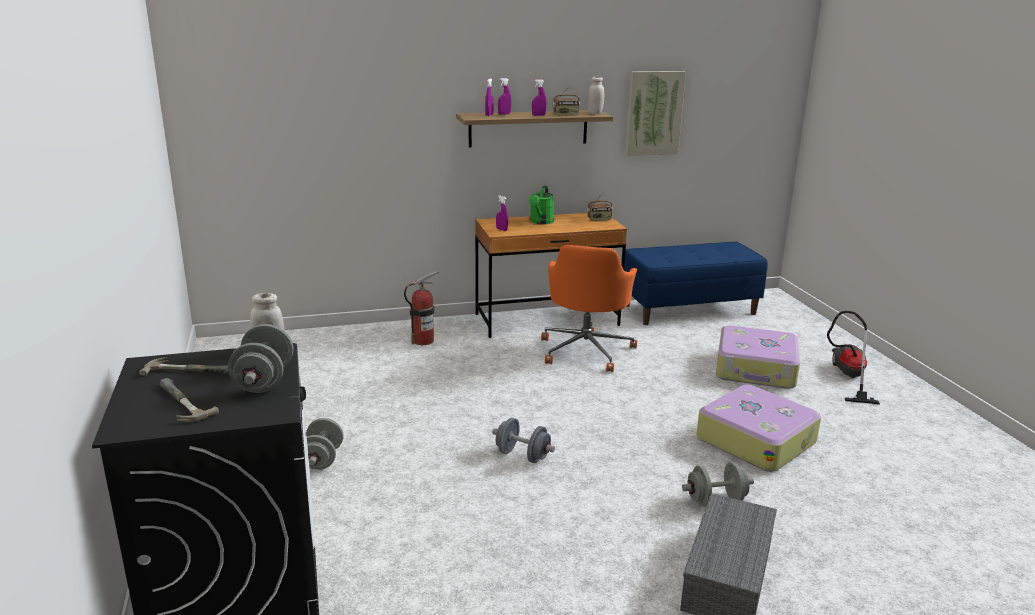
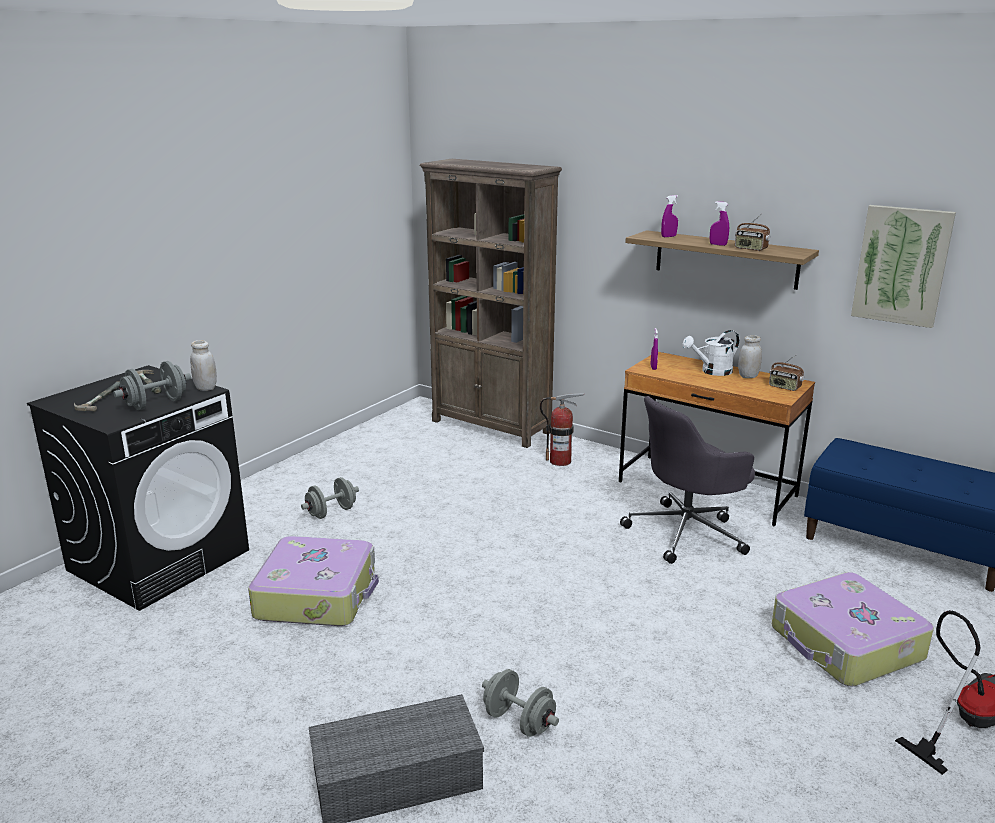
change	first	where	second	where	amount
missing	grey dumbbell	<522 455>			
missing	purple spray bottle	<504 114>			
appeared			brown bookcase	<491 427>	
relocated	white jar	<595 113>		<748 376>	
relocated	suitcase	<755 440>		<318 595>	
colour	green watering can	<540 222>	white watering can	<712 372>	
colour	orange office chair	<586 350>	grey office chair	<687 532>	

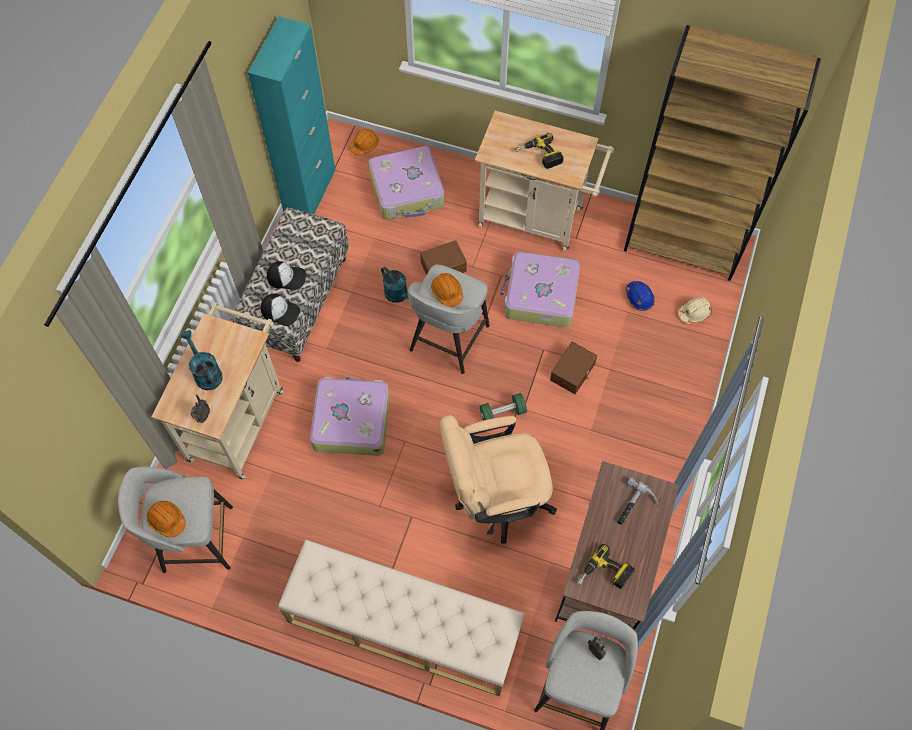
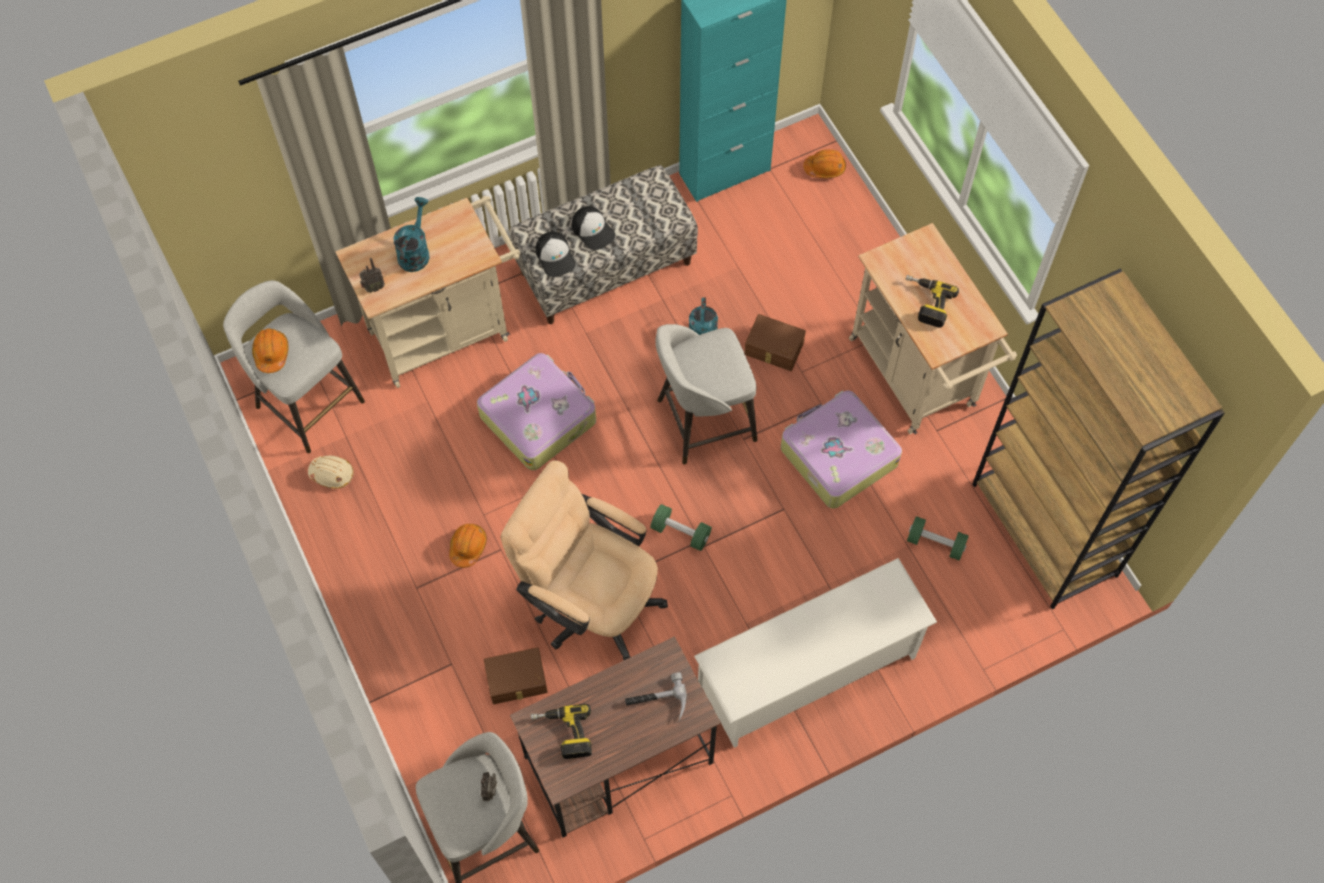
change	first	where	second	where	amount
missing	beige bench	<403 625>			
missing	suitcase	<407 190>			
appeared			white shoe rack	<808 672>	
relocated	orange hard hat	<447 292>		<468 546>	
relocated	brown storage box	<573 372>		<517 681>	
relocated	beige hard hat	<694 312>		<332 474>	
exchanged	blue hard hat	<639 298>	green dumbbell	<935 543>	

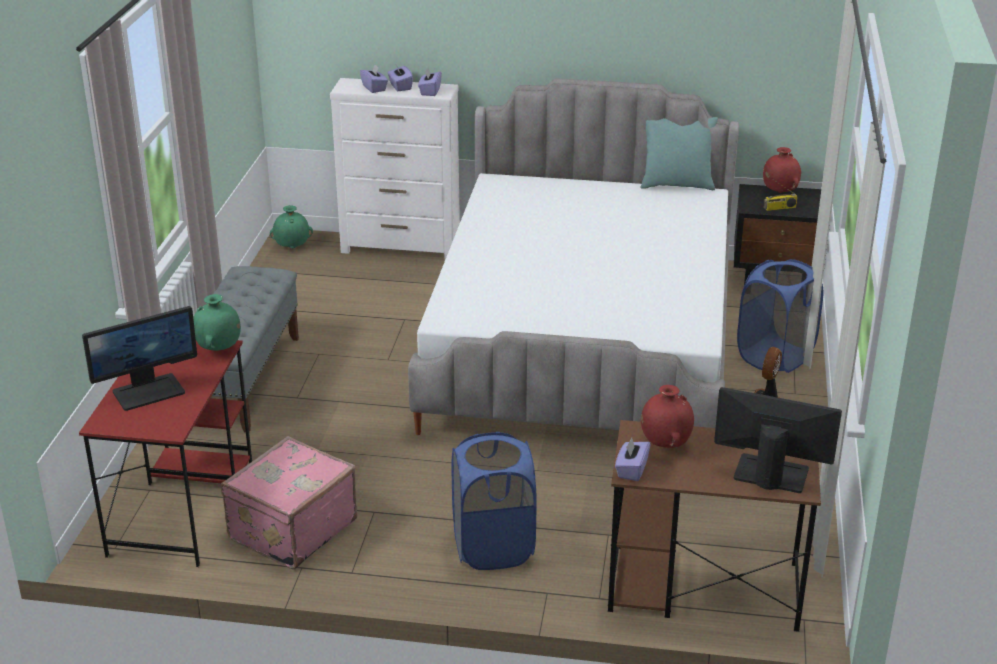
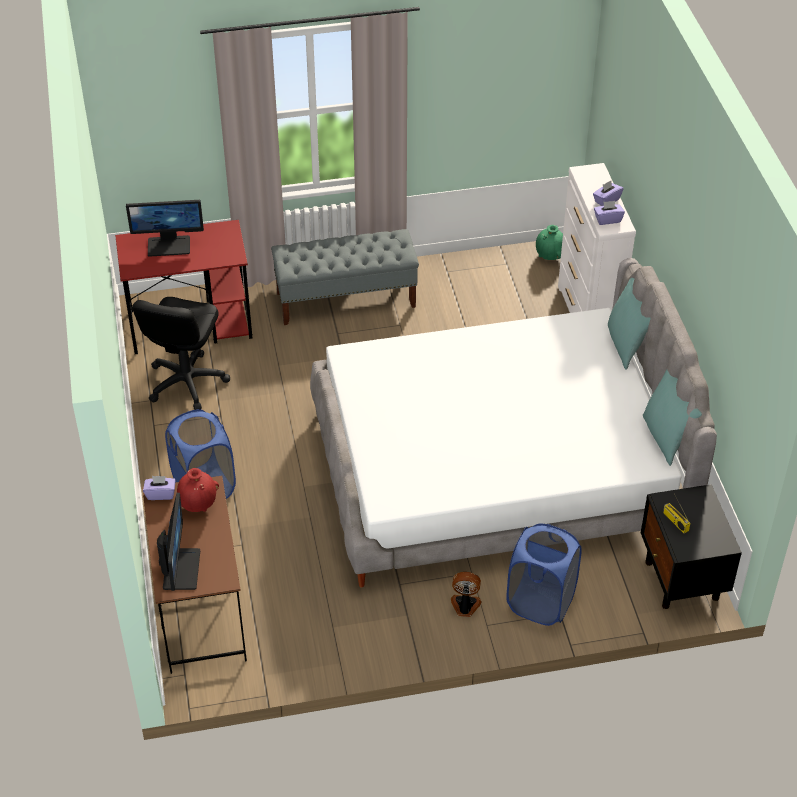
change	first	where	second	where	amount
missing	green vase	<219 349>			
missing	purple tissue box	<374 88>			
missing	red vase	<779 192>			
appeared			turquoise pillow	<626 345>	
exchanged	pink suitcase	<291 529>	black office chair	<186 382>	
spun	monitor	<148 391>		<169 245>	45 degrees counterclockwise

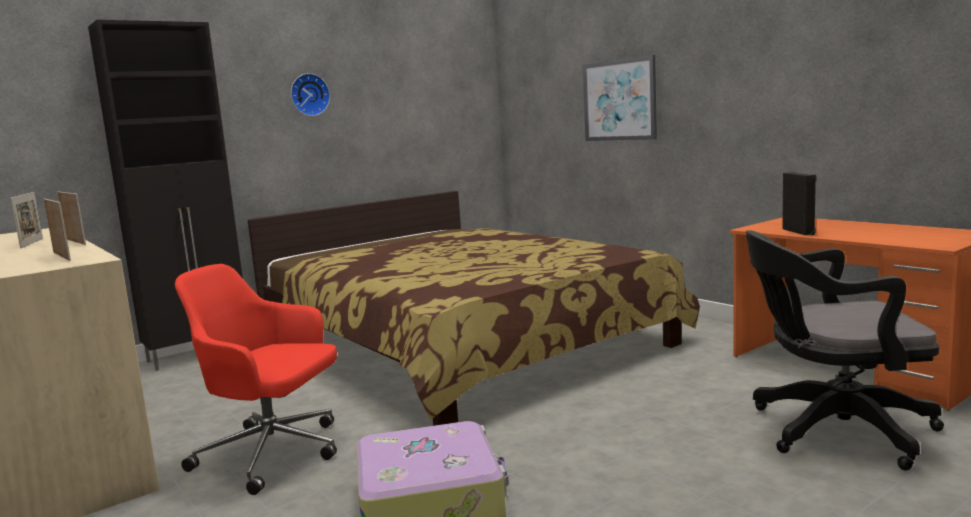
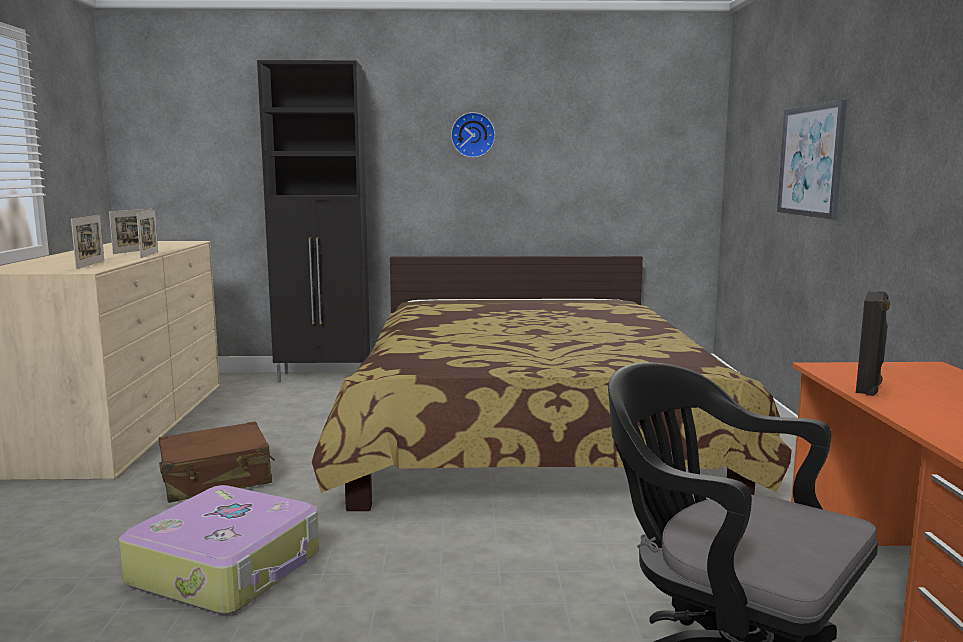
change	first	where	second	where	amount
exchanged	red office chair	<273 454>	brown suitcase	<216 479>	

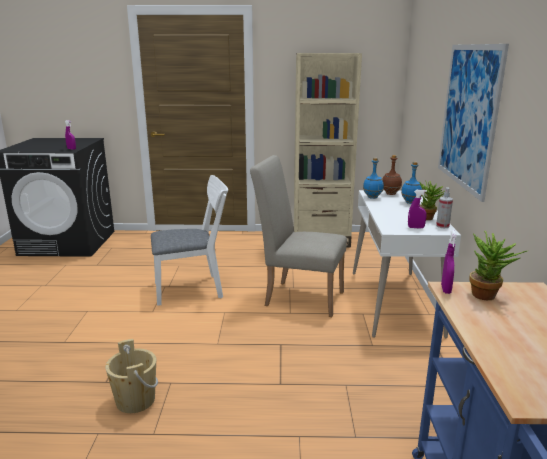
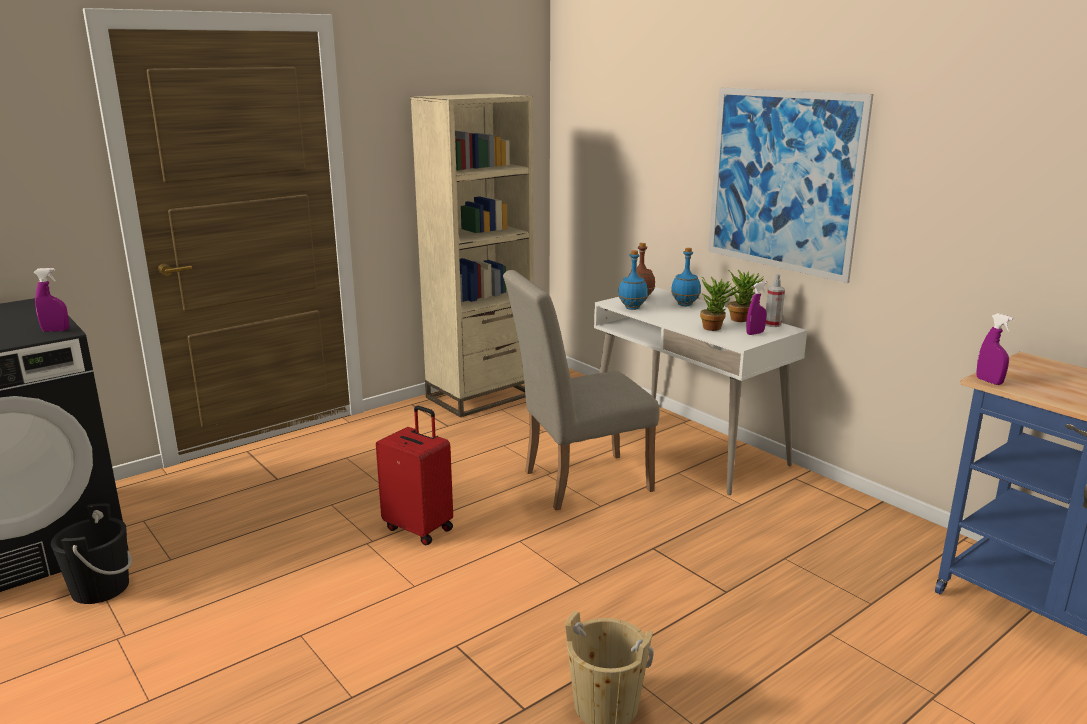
change	first	where	second	where	amount
appeared			black bucket	<100 588>	
relocated	potted plant	<488 296>		<715 328>	
exchanged	white chair	<194 289>	red suitcase	<420 528>	

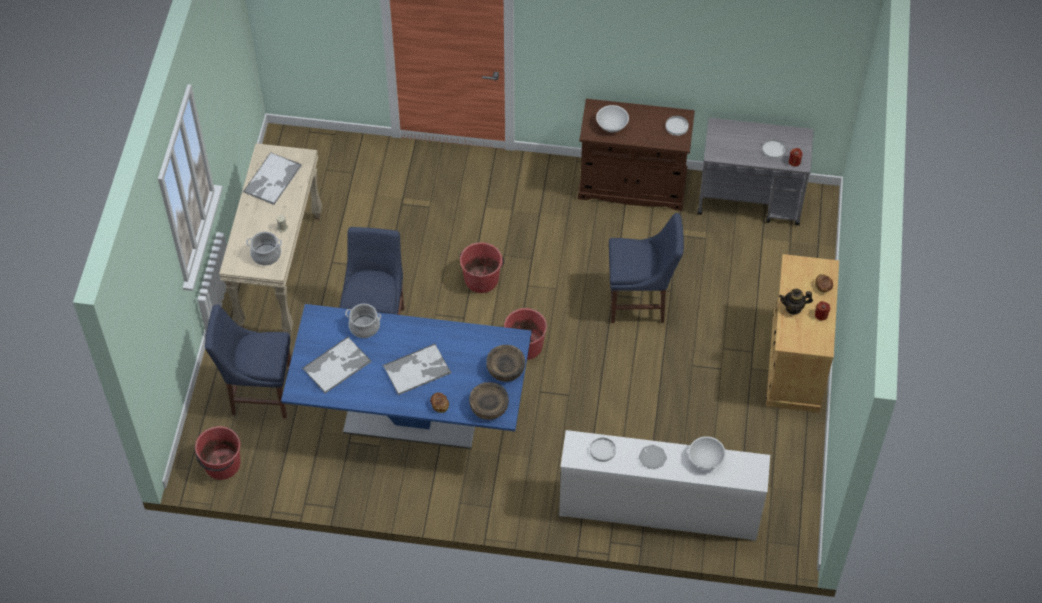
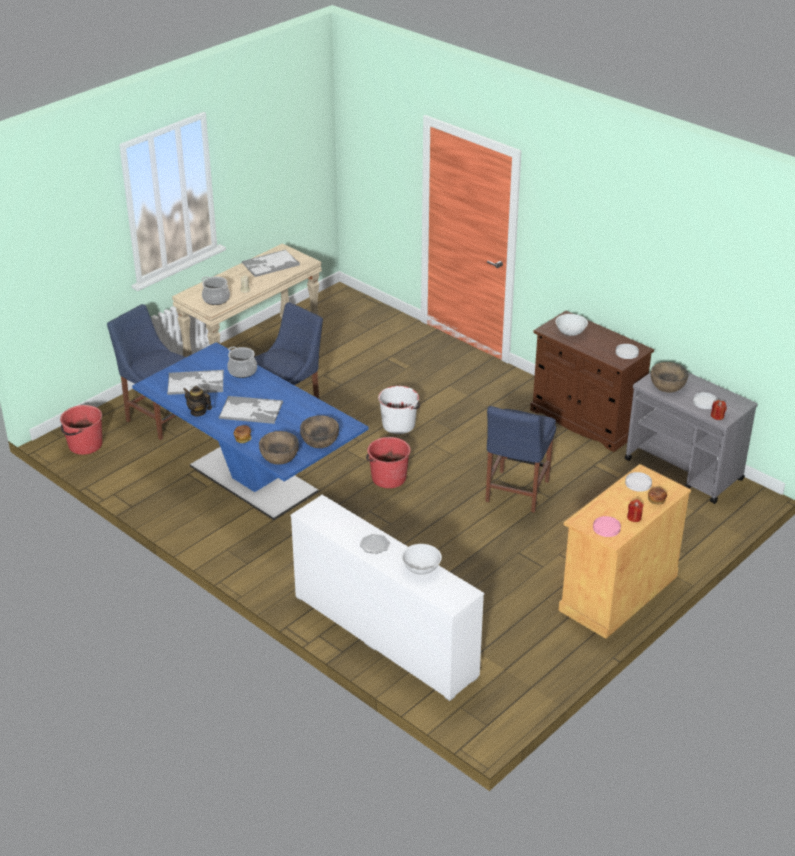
change	first	where	second	where	amount
appeared			pink plate	<606 528>	
appeared			brown bowl	<667 385>	
relocated	white plate	<602 450>		<638 483>	
relocated	teapot	<793 308>		<198 412>	
colour	red bucket	<481 279>	white bucket	<399 424>	
spun	blue chair	<640 302>		<515 493>	75 degrees clockwise

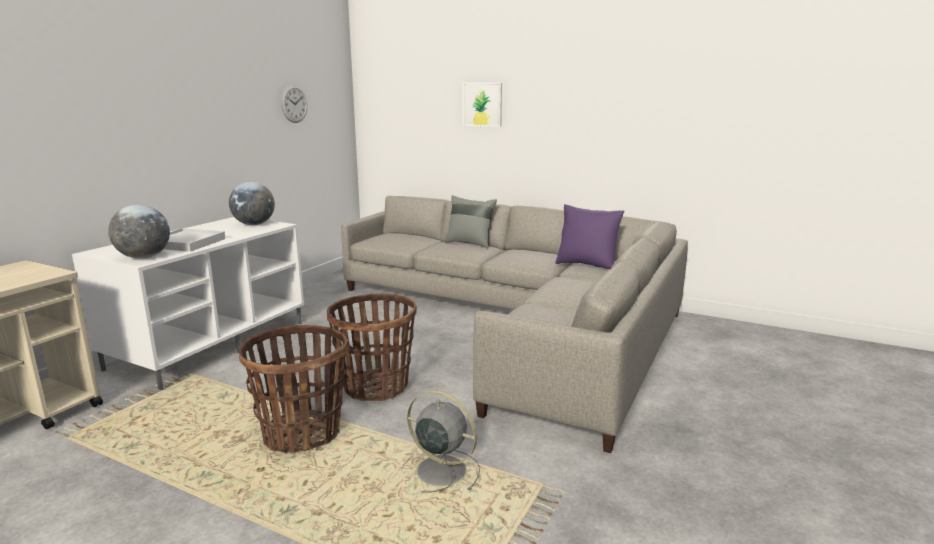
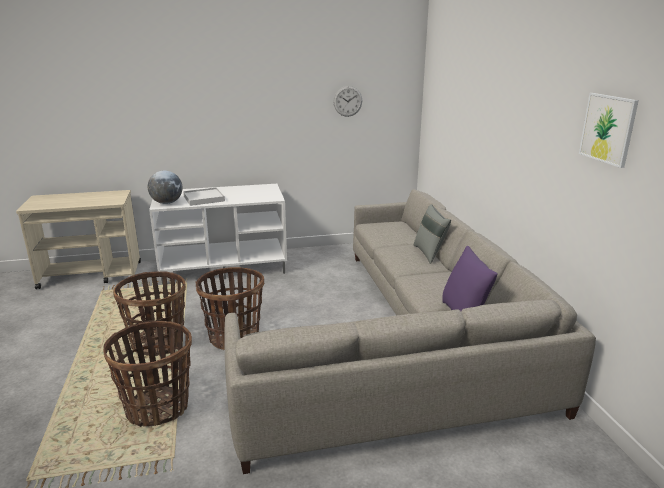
change	first	where	second	where	amount
missing	globe	<254 224>			
relocated	picture	<482 104>		<608 129>	
exchanged	grey fan	<439 470>	basket	<158 407>	

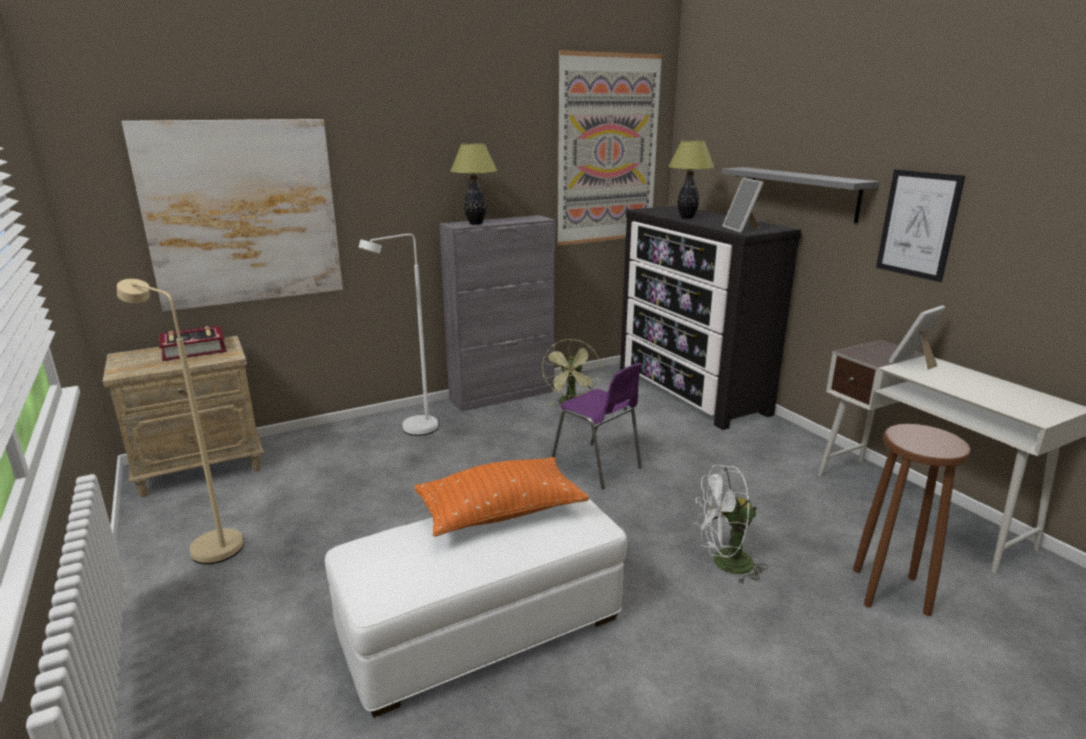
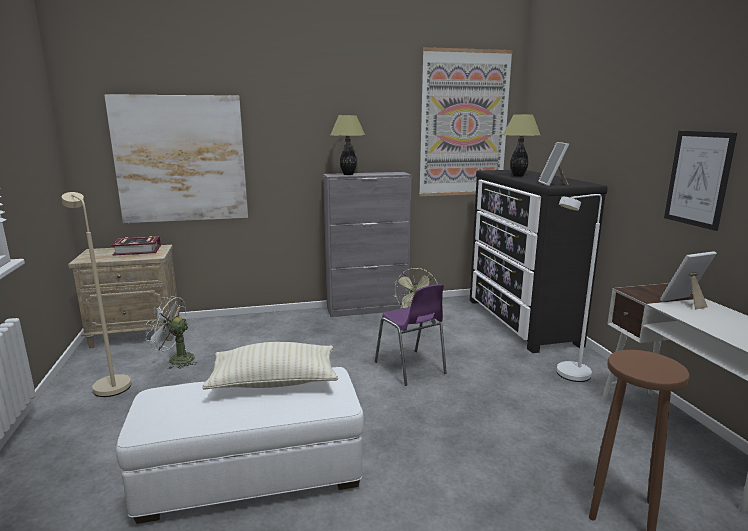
change	first	where	second	where	amount
missing	grey shelf	<802 193>			
relocated	white floor lamp	<412 431>		<567 376>	
relocated	white fan	<724 564>		<175 359>	
colour	orange pillow	<500 513>	beige pillow	<274 382>	

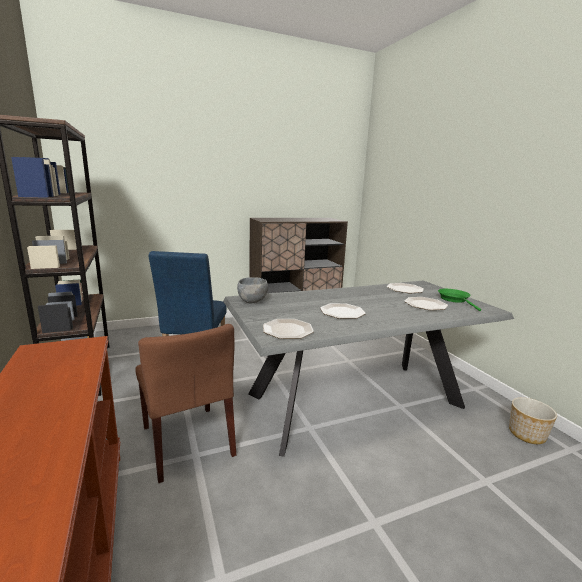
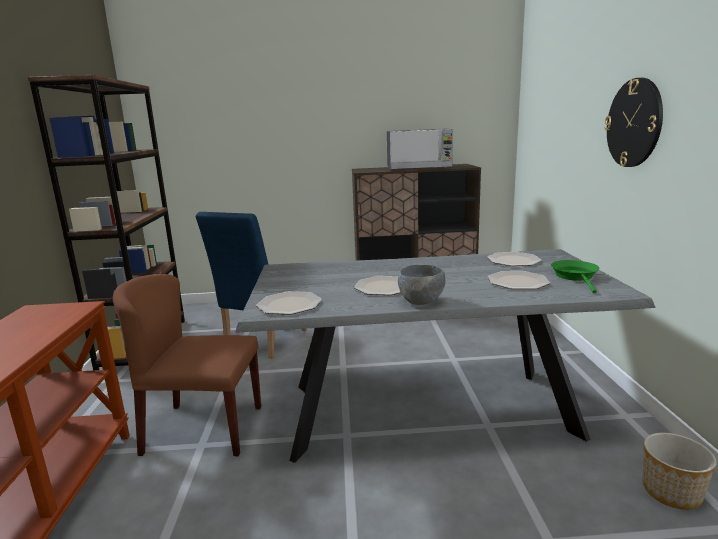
change	first	where	second	where	amount
appeared			microwave	<419 168>	
appeared			wall clock	<634 123>	
relocated	grey bowl	<252 301>		<421 302>	
spun	brown chair	<188 441>		<202 429>	105 degrees clockwise

